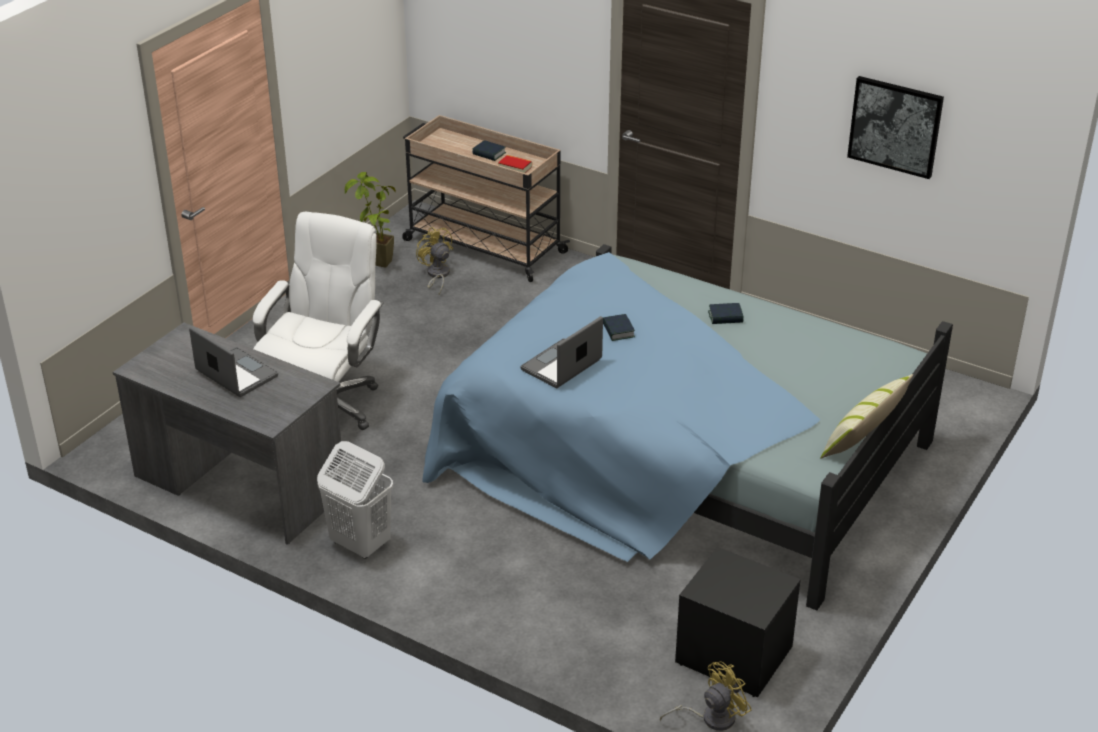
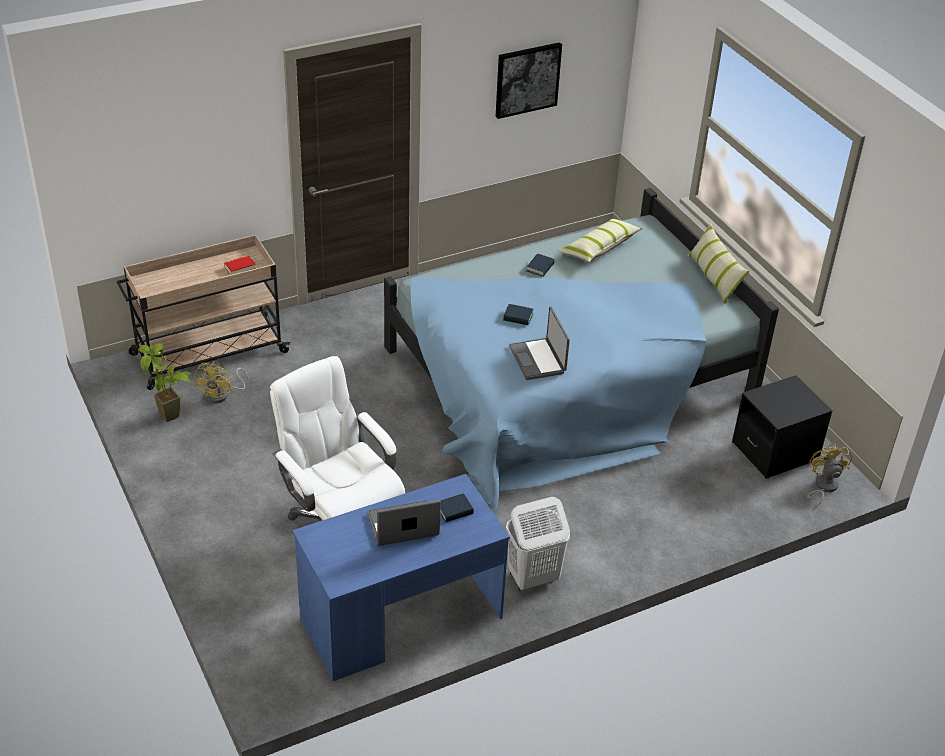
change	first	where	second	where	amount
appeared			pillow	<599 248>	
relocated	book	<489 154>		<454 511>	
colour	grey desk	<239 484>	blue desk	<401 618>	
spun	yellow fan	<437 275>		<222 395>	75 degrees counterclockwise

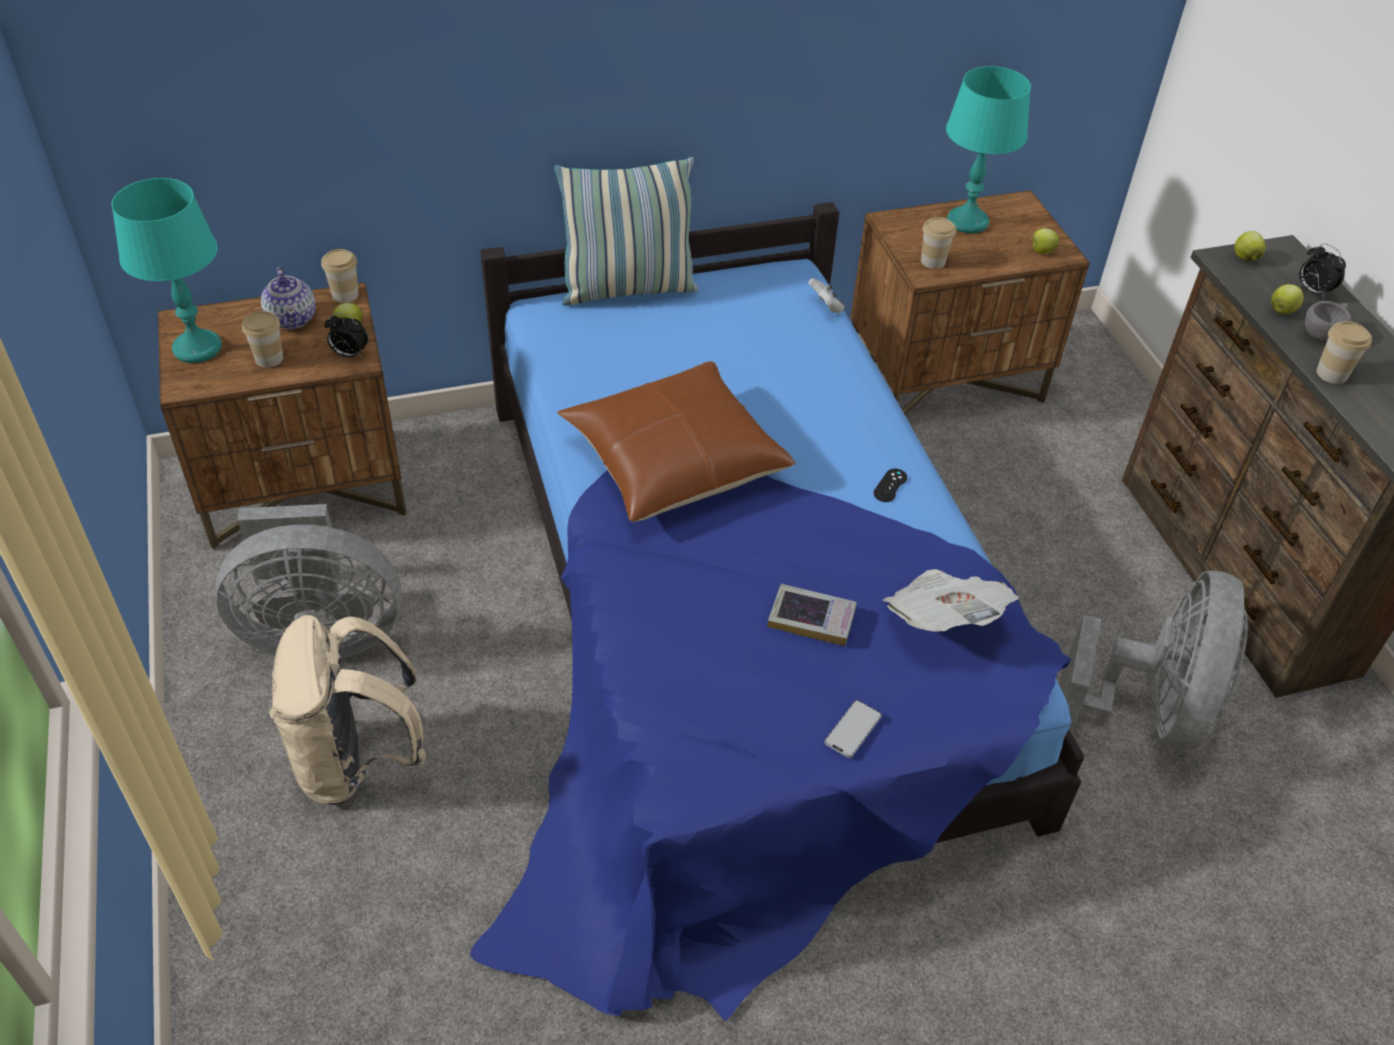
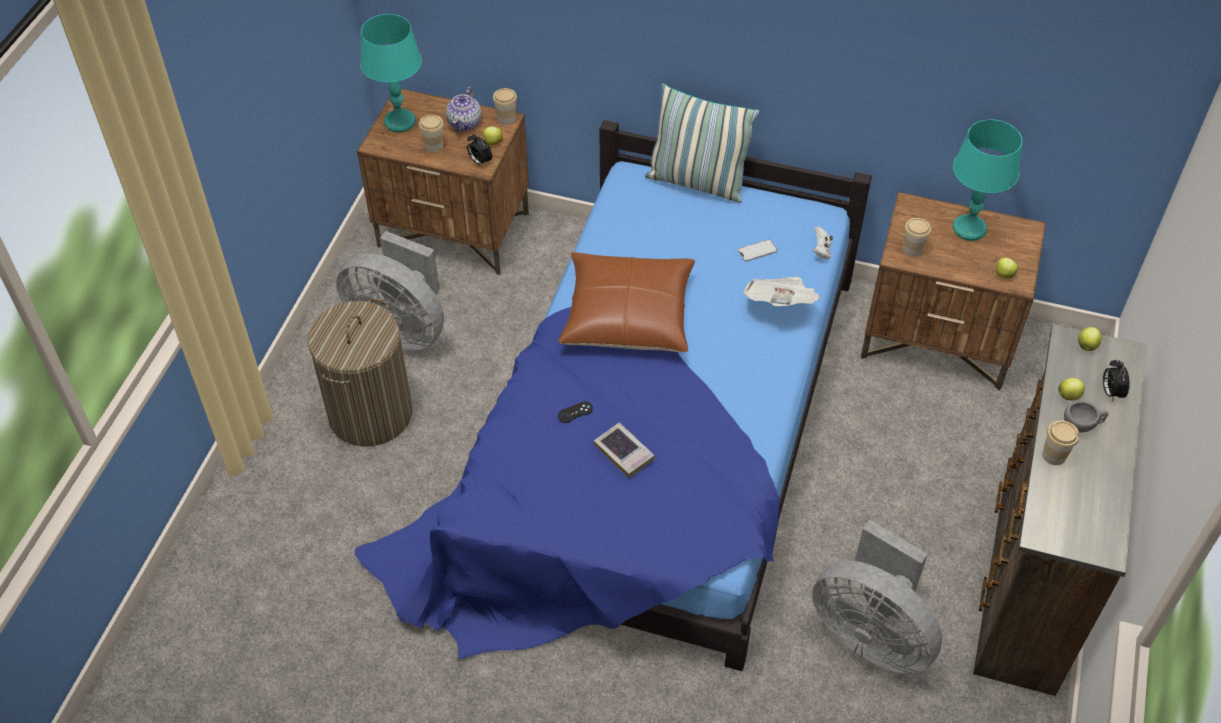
change	first	where	second	where	amount
relocated	phone	<852 730>		<757 251>	
relocated	black game controller	<890 485>		<575 412>	
relocated	newspaper	<943 619>		<780 304>	
exchanged	beige backpack	<356 761>	laundry basket	<370 413>	
spun	grey fan	<1148 711>		<871 634>	75 degrees clockwise

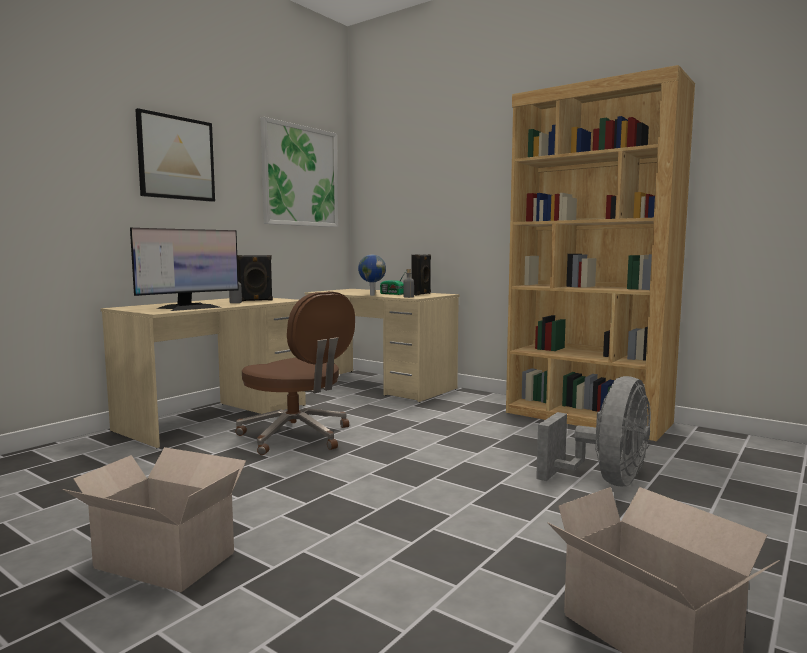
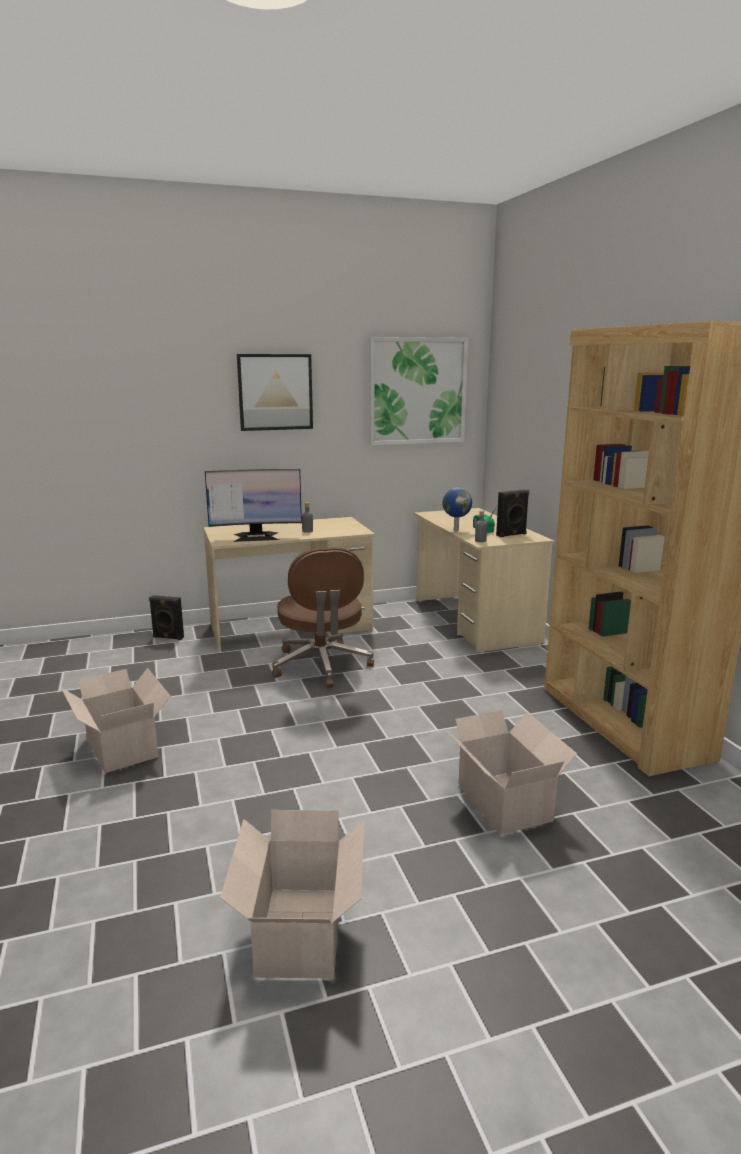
change	first	where	second	where	amount
relocated	black speaker	<255 300>		<168 637>	
exchanged	grey fan	<605 481>	cardboard box	<503 800>	

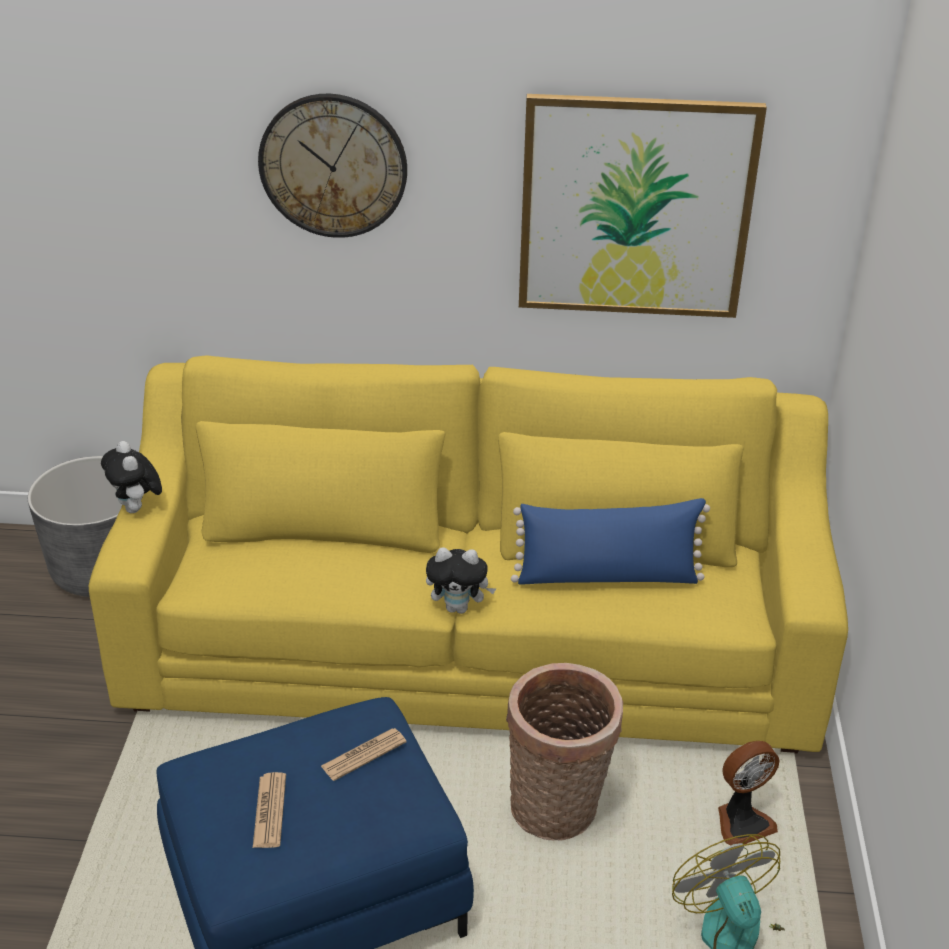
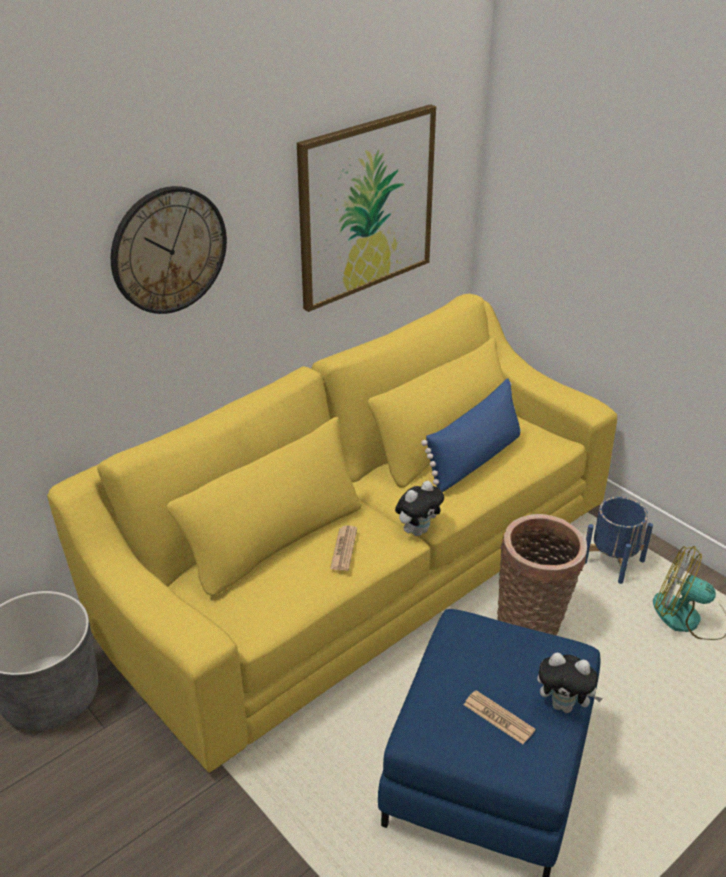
change	first	where	second	where	amount
relocated	plush toy	<137 509>		<564 705>	
relocated	newspaper	<363 754>		<344 549>	
exchanged	fan	<742 822>	blue planter	<612 562>	

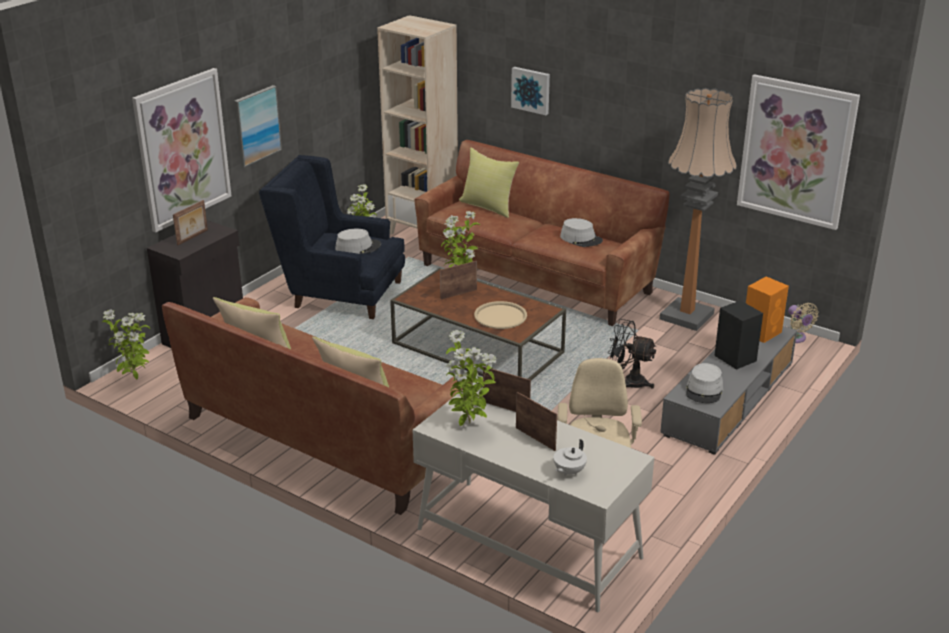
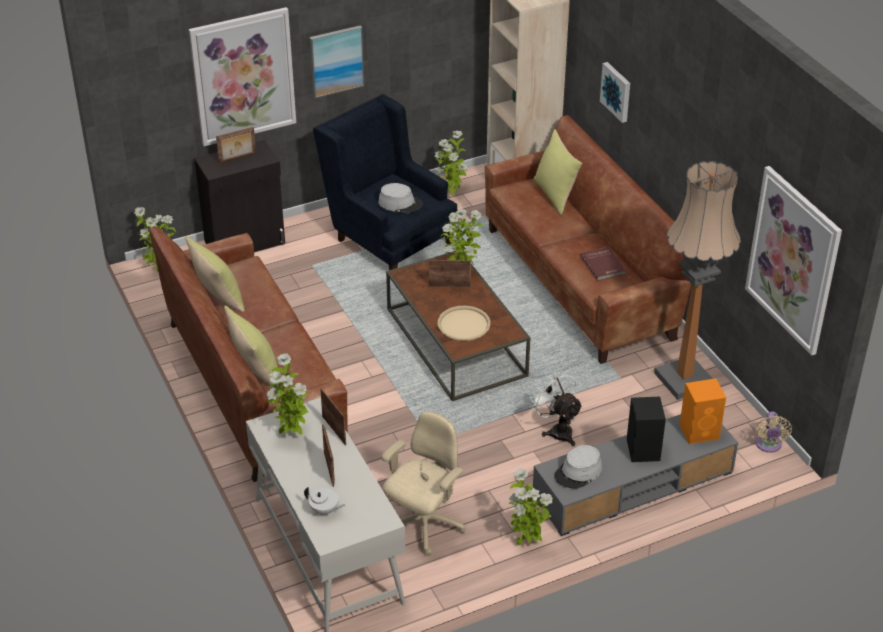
change	first	where	second	where	amount
appeared			potted plant	<526 542>	
exchanged	grey hat	<581 239>	red book	<603 265>	
colour	black fan	<628 381>	white fan	<557 430>	
spun	white teapot	<568 471>		<324 510>	135 degrees counterclockwise

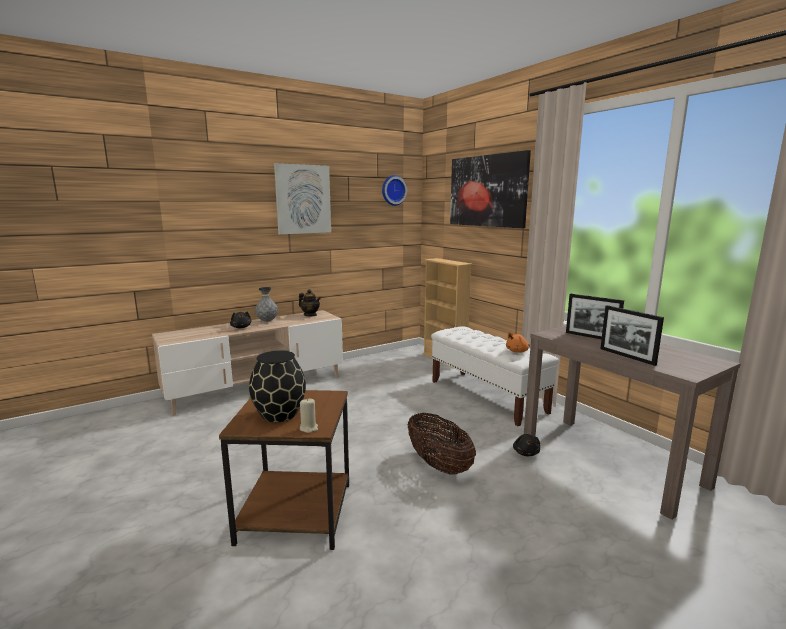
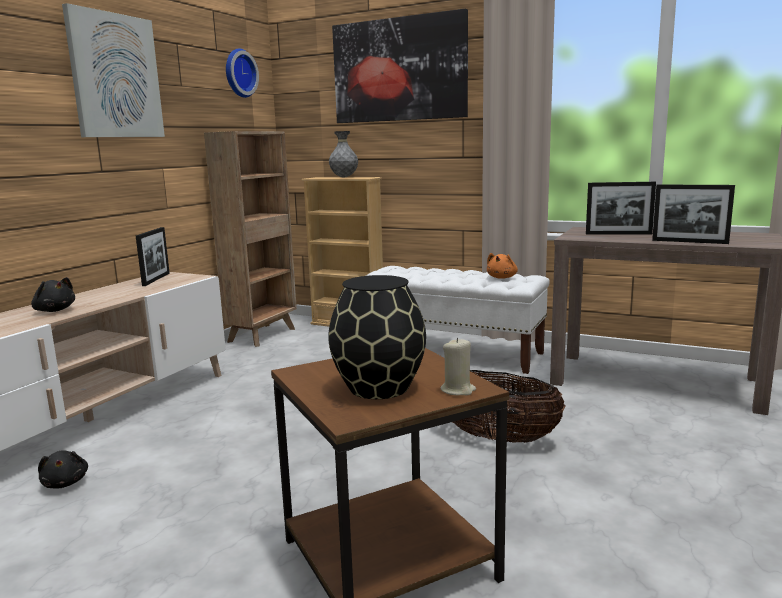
change	first	where	second	where	amount
appeared			brown bookcase	<263 335>	
relocated	grey vase	<267 321>		<344 177>	
relocated	black plush toy	<526 453>		<65 483>	
exchanged	teapot	<310 315>	picture frame	<156 279>	

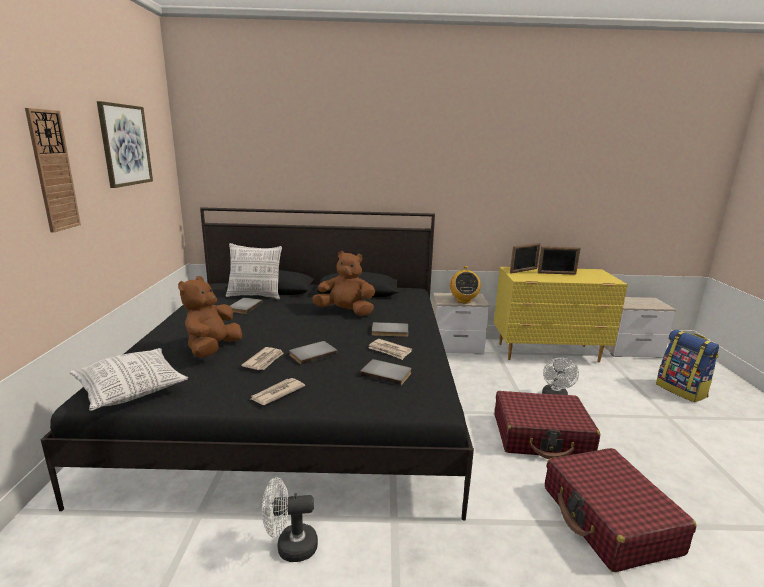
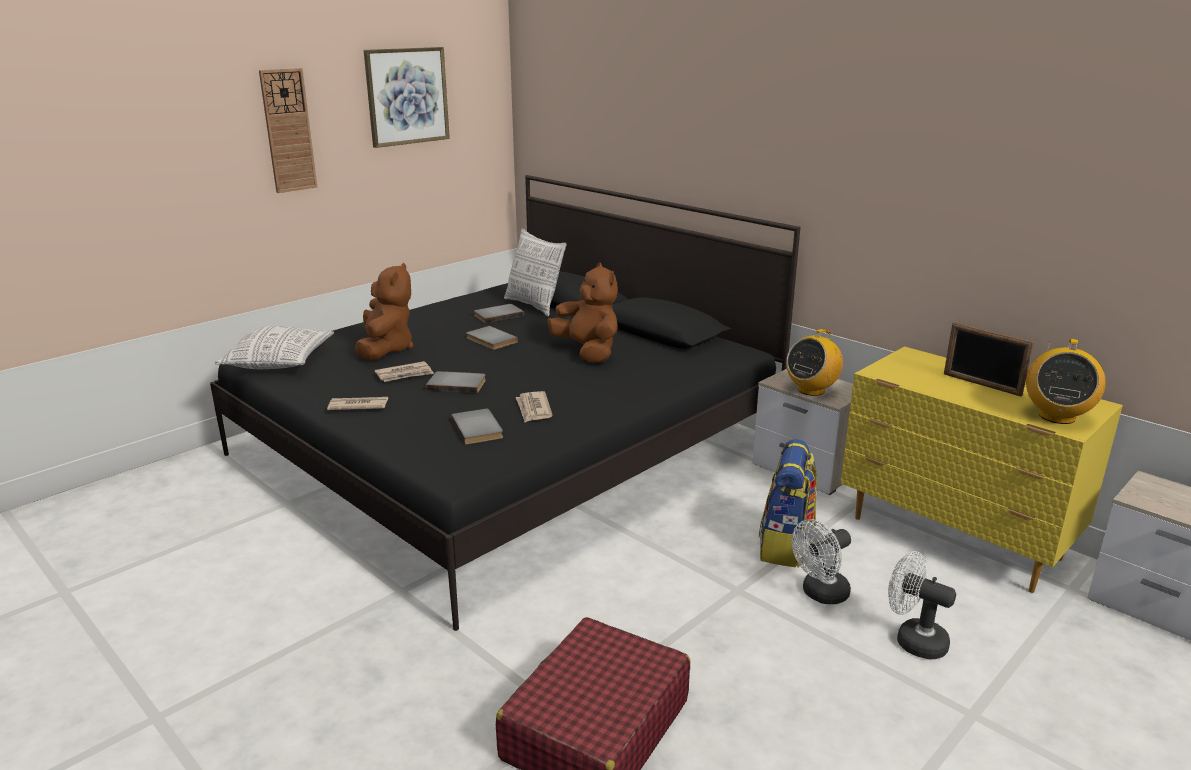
change	first	where	second	where	amount
missing	red suitcase	<541 436>			
missing	picture frame	<523 271>			
appeared			radio	<1056 416>	
relocated	white fan	<290 547>		<913 640>	
relocated	grey book	<390 331>		<490 340>	
relocated	backpack	<681 390>		<786 547>	
spun	brown plush toy	<213 350>		<386 349>	120 degrees clockwise

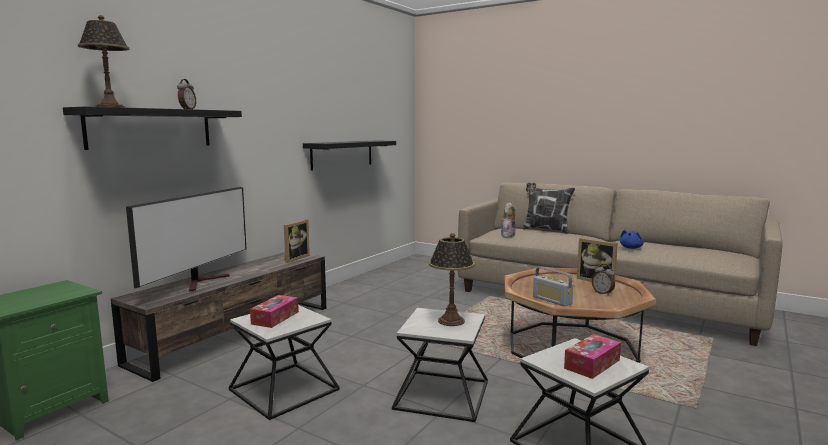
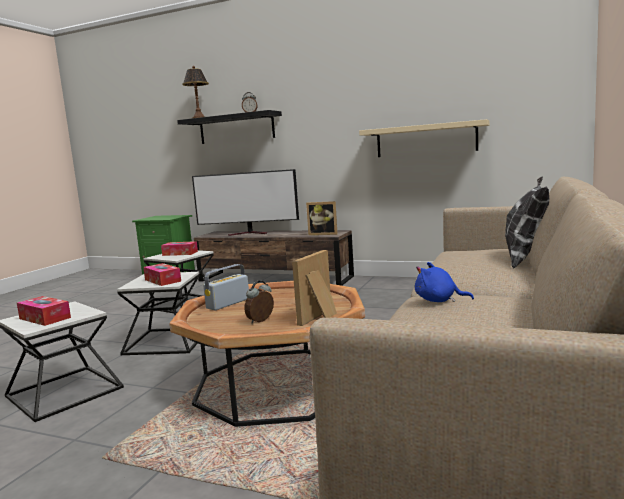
change	first	where	second	where	amount
missing	plush toy	<507 235>			
exchanged	table lamp	<451 321>	tissue box	<162 280>	
colour	black shelf	<342 154>	beige shelf	<426 140>	

